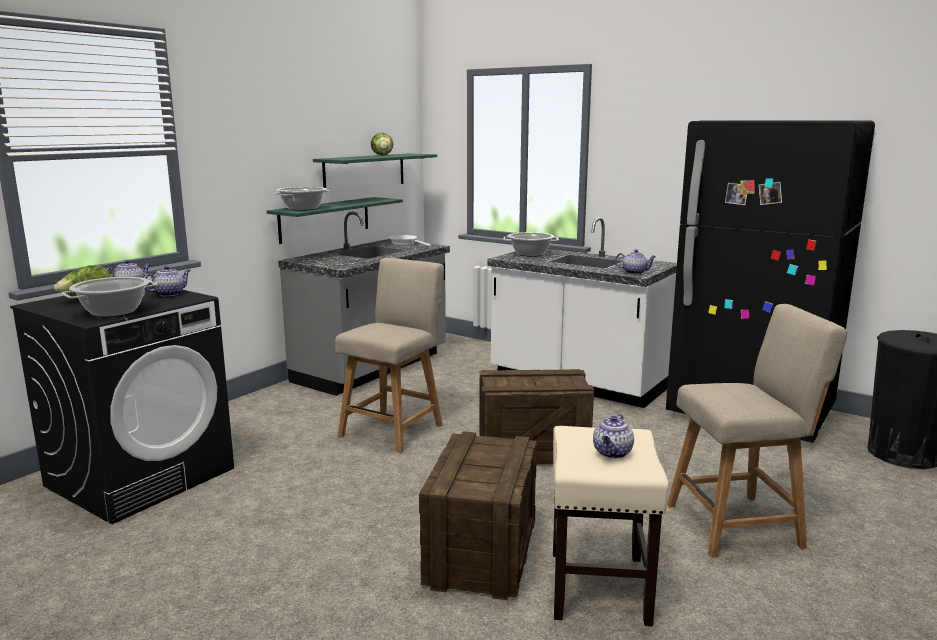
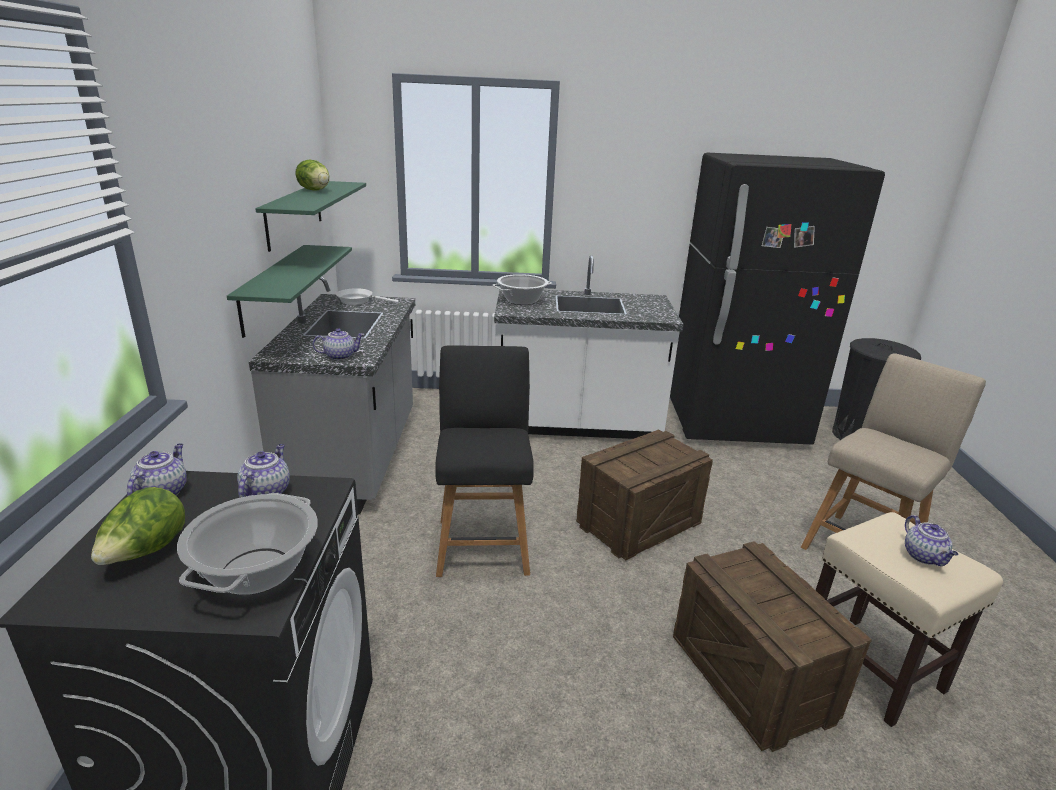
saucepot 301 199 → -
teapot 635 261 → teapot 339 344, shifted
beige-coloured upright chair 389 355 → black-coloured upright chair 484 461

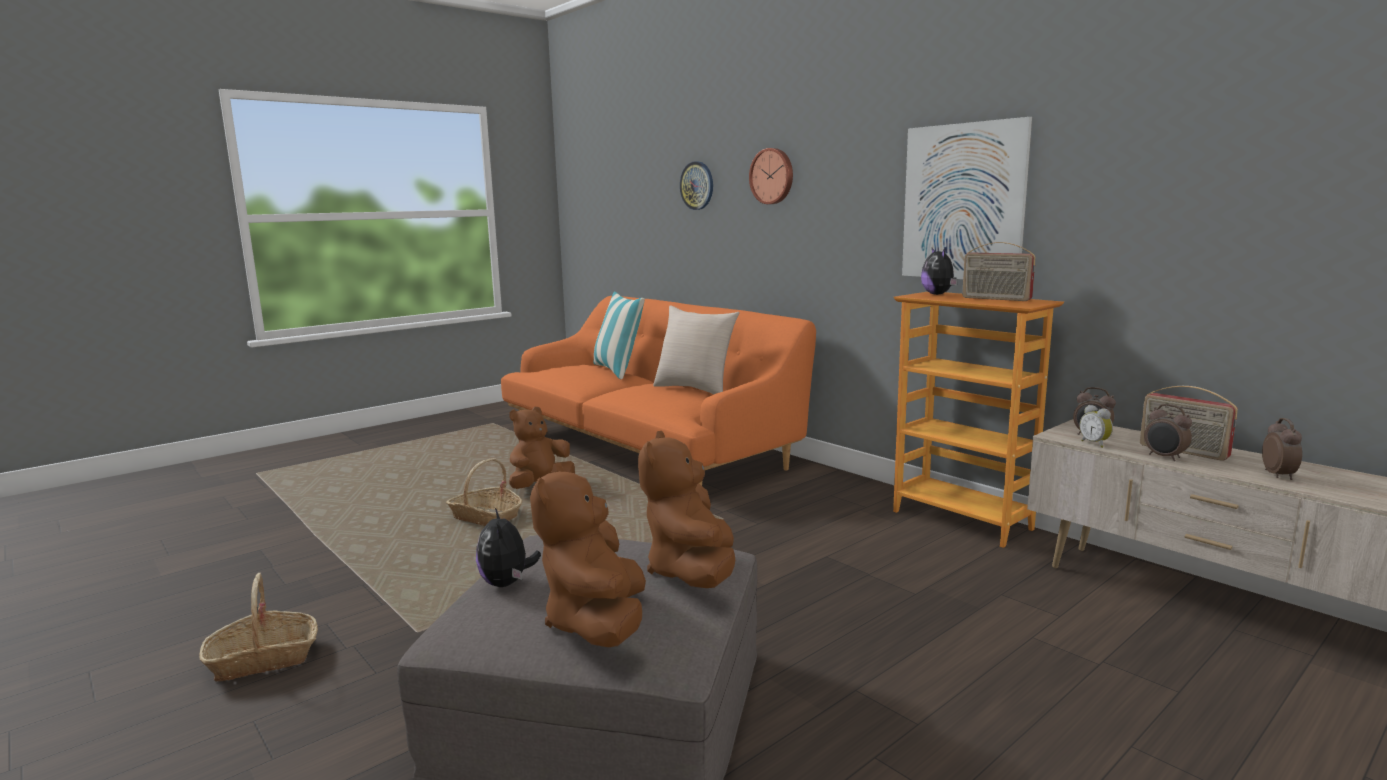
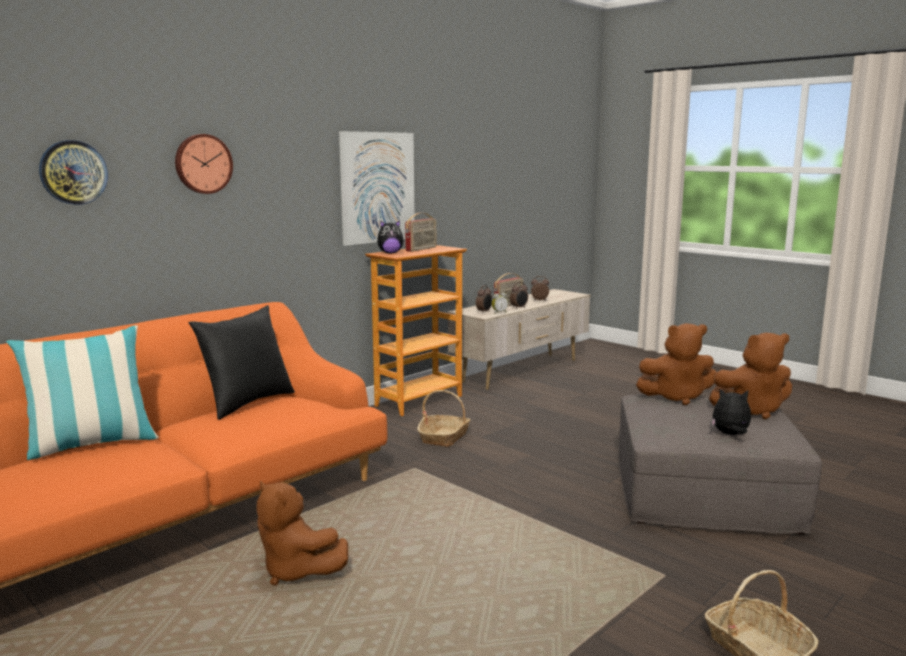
storage basket 484 492 → storage basket 443 418, shifted
beige-coloured pillow 696 350 → black-coloured pillow 242 362
cuddly toy 508 547 → cuddly toy 731 412, 150 degrees counterclockwise

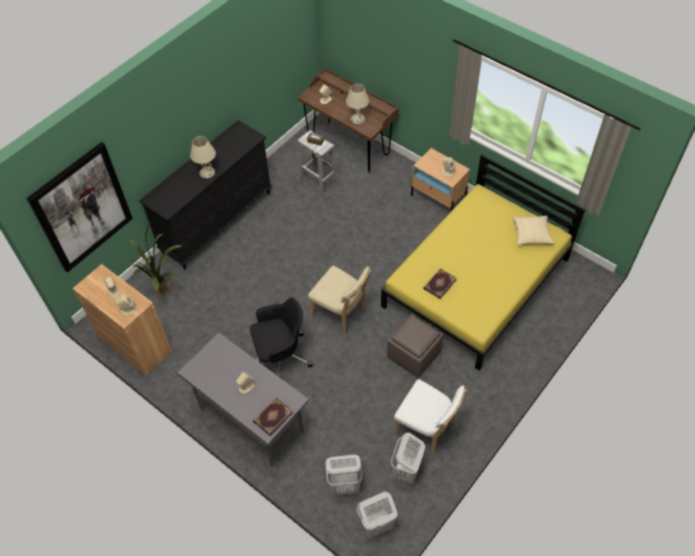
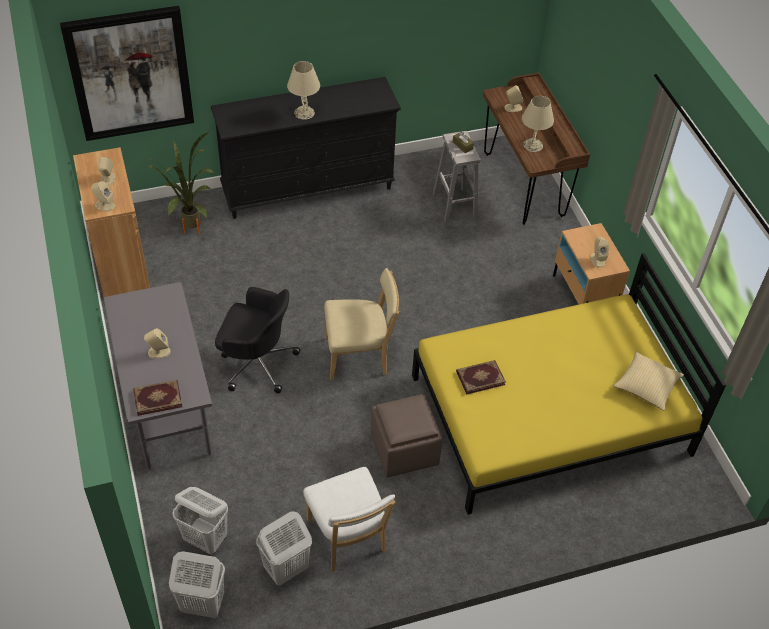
beige-coloured upright chair 339 300 → beige-coloured upright chair 361 324, 75 degrees counterclockwise

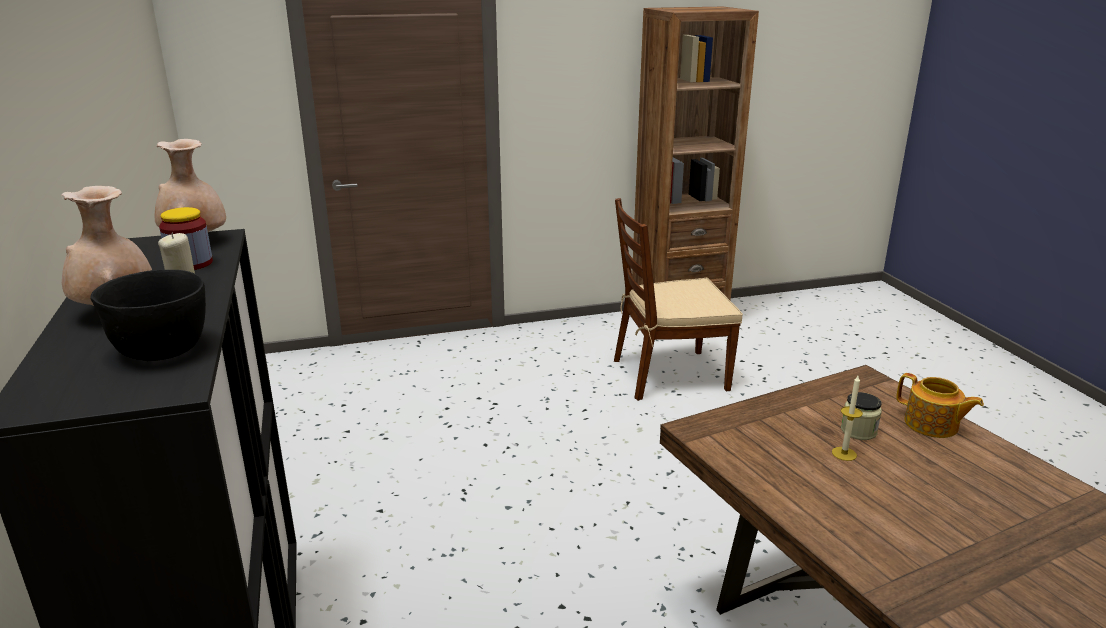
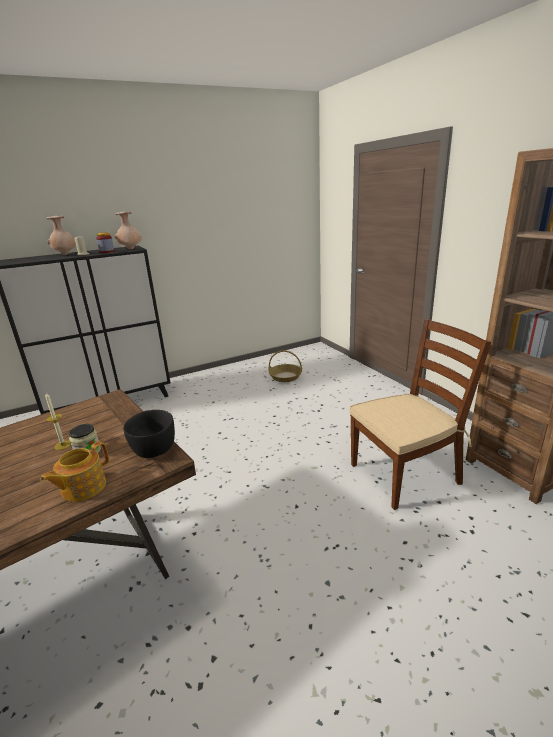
- → storage basket 285 366
black-coloured bowl 148 315 → black-coloured bowl 149 434, shifted
brown upright chair 678 299 → brown upright chair 420 414, 90 degrees clockwise

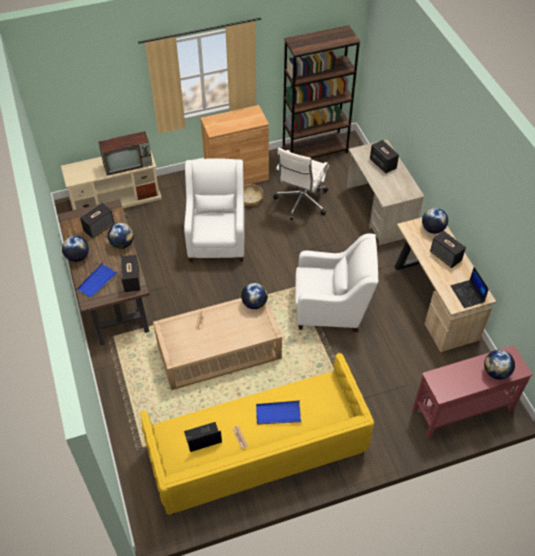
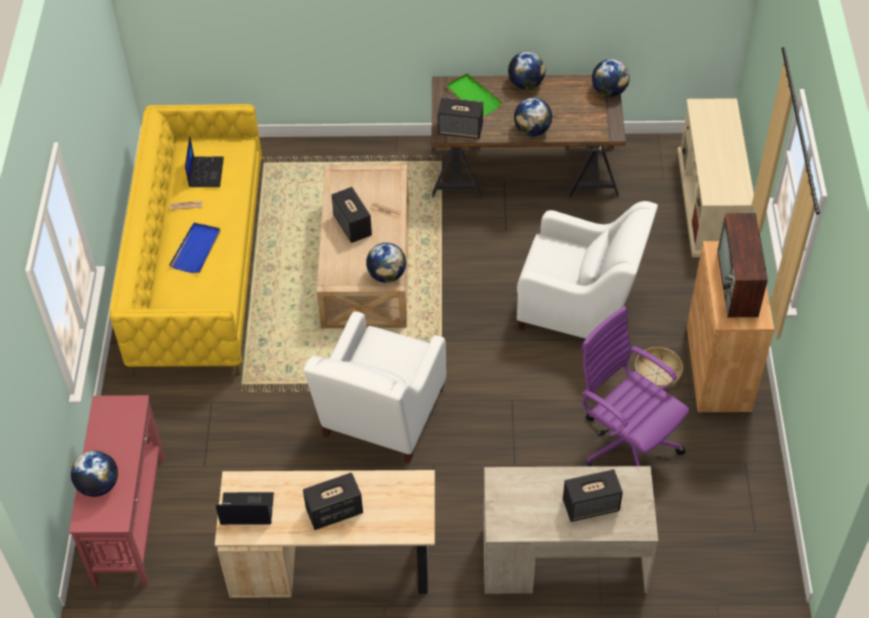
brown bookshelf 321 91 → -
audio speaker 97 220 → audio speaker 352 215, shifted
television 125 153 → television 742 265, shifted
world globe 435 221 → world globe 610 78, shifted
blue-coloured carrying tray 97 280 → green carrying tray 474 94
white-coloured desk chair 301 184 → purple-coloured desk chair 635 386

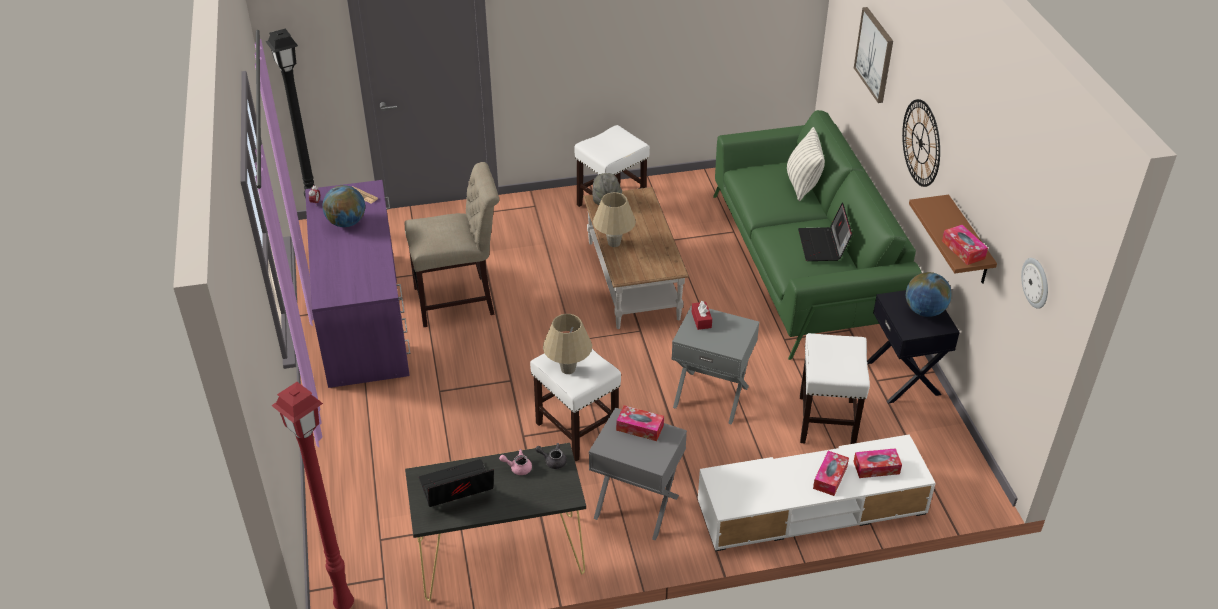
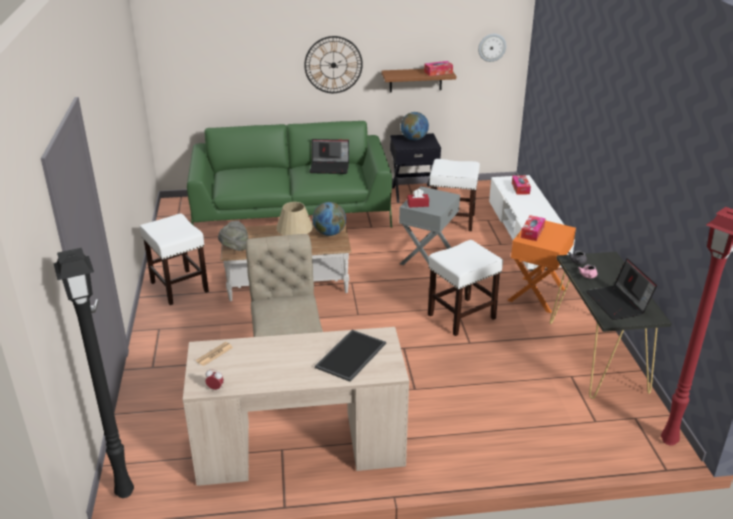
beige-coloured lamp for a table 567 344 → -
pillow 806 164 → -
box of tissues 831 473 → -
wall picture 873 55 → -
- → carrying tray 350 356
world globe 343 206 → world globe 329 219, shifted
purple-coloured desk unit 357 284 → beige-coloured desk unit 296 406
greyish side table 638 474 → orange side table 541 266

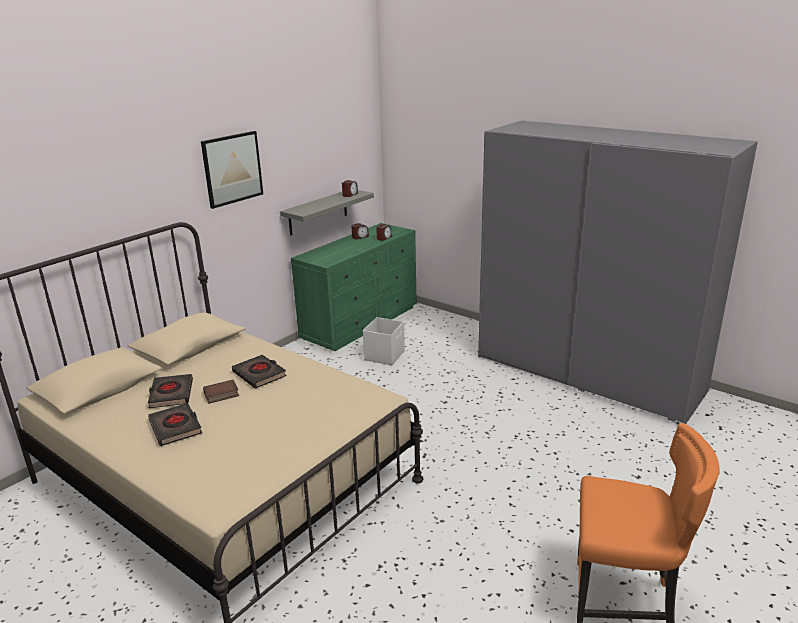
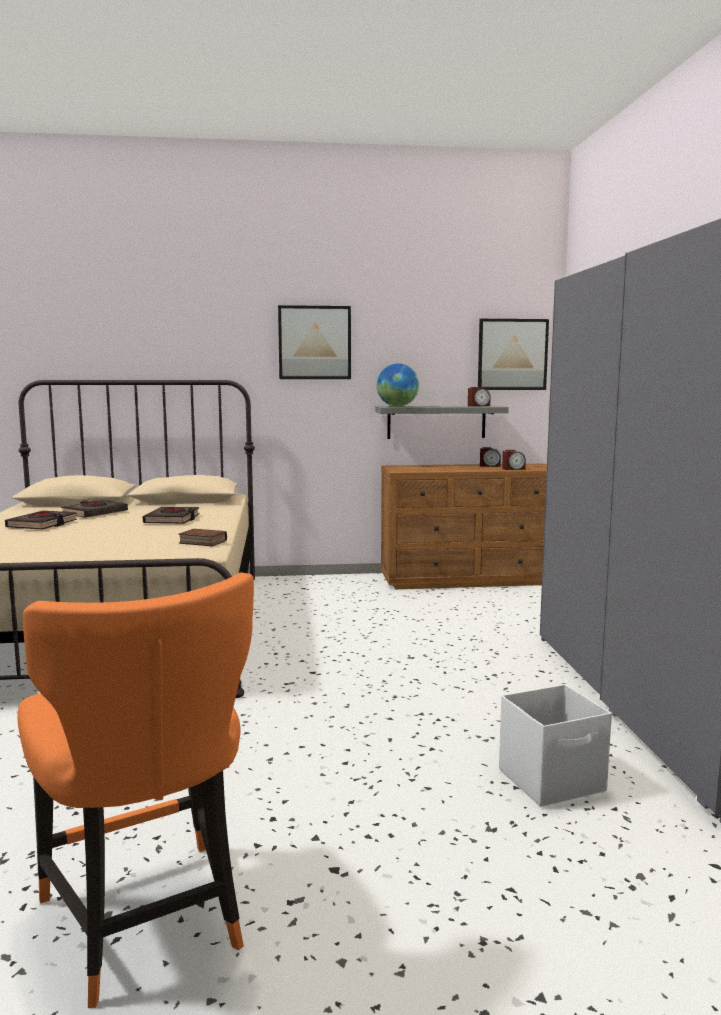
- → world globe 398 385
- → wall picture 513 354
volume 221 392 → volume 202 537, shifted
white-coloured storage bin 384 341 → white-coloured storage bin 555 745, shifted
green dresser 354 287 → brown dresser 464 526

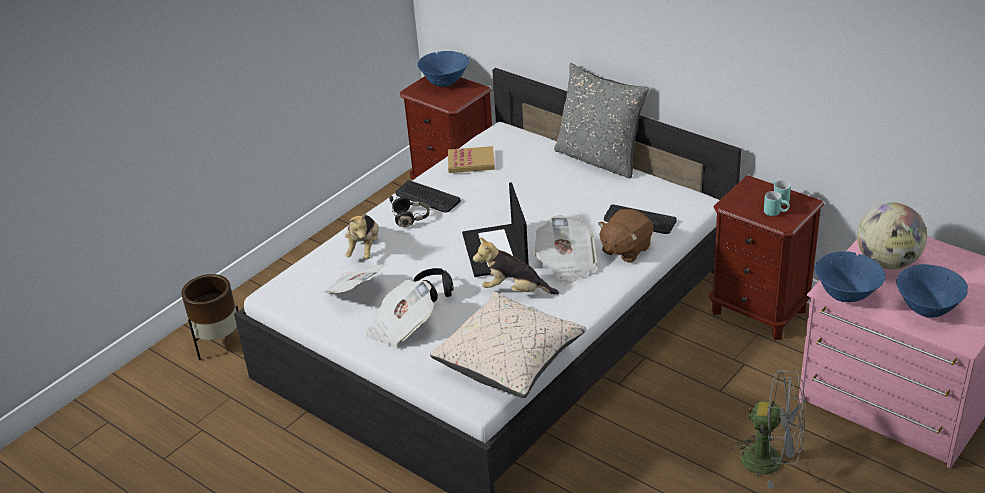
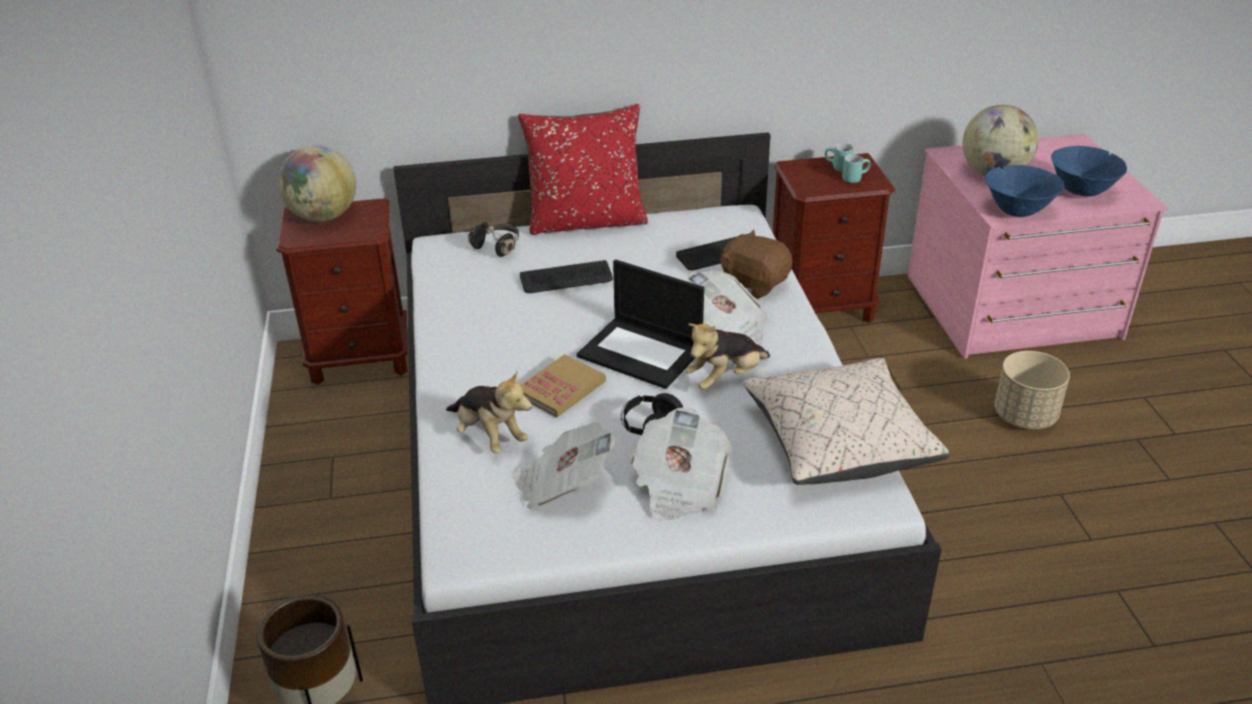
black-coloured headphones 409 211 → black-coloured headphones 493 239, shifted
computer keyboard 428 196 → computer keyboard 566 276, shifted
volume 471 159 → volume 563 386, shifted
blue-coloured bowl 443 69 → world globe 317 183
greyish cooling fan 768 428 → beige-coloured plant pot 1032 390
greyish pillow 601 121 → red-coloured pillow 583 169
brown cuddly toy 625 236 → brown cuddly toy 756 264, 135 degrees clockwise

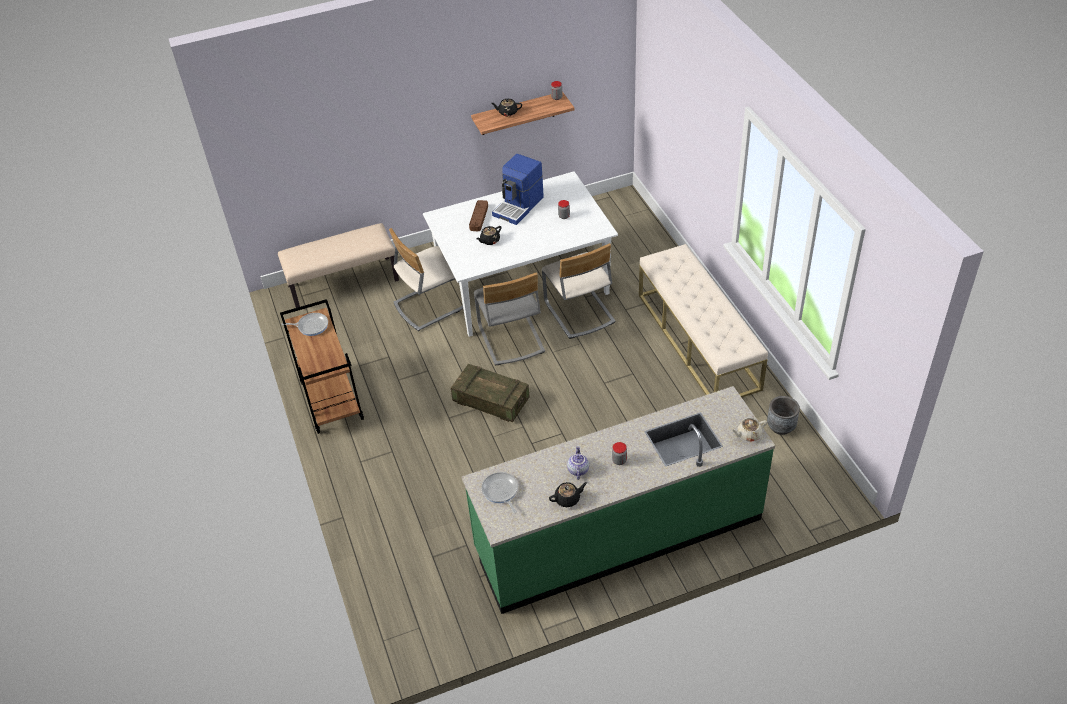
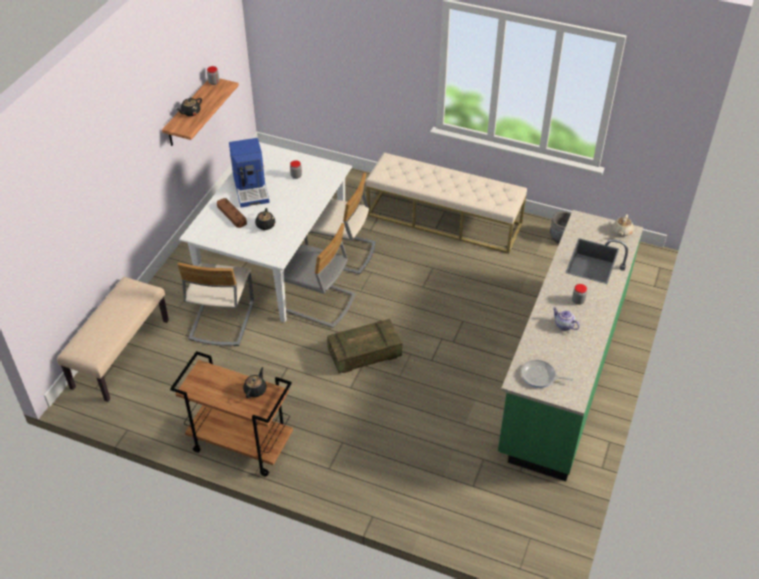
skillet 305 324 → -
black-coloured teapot 568 494 → black-coloured teapot 255 382, shifted

